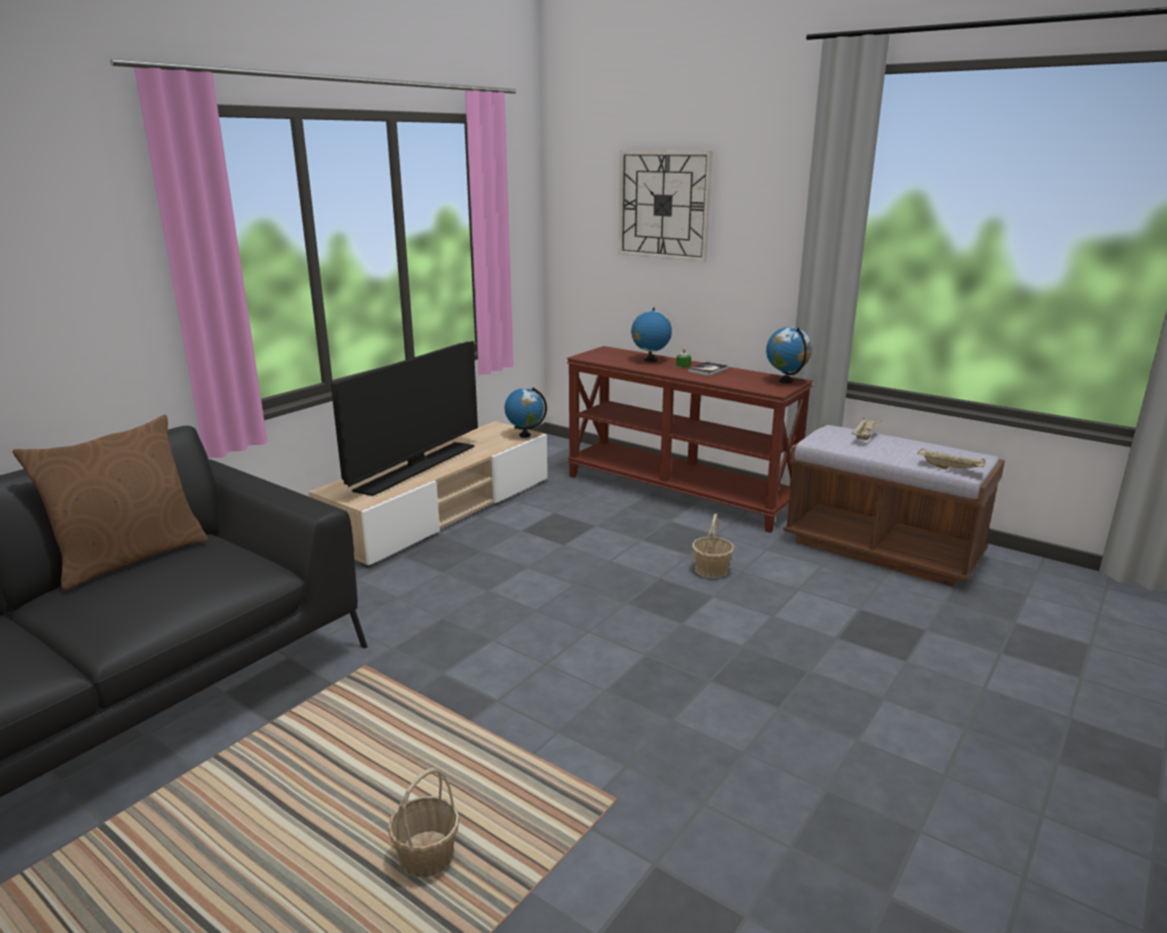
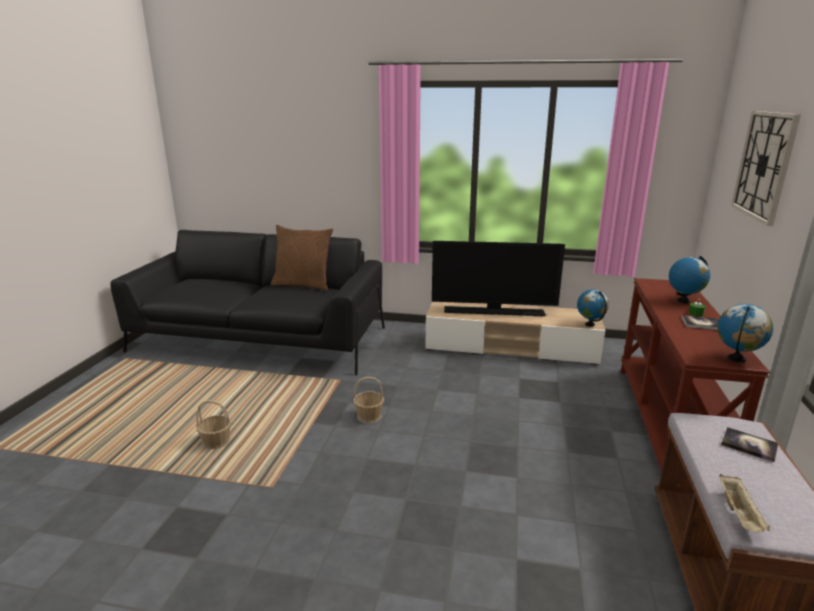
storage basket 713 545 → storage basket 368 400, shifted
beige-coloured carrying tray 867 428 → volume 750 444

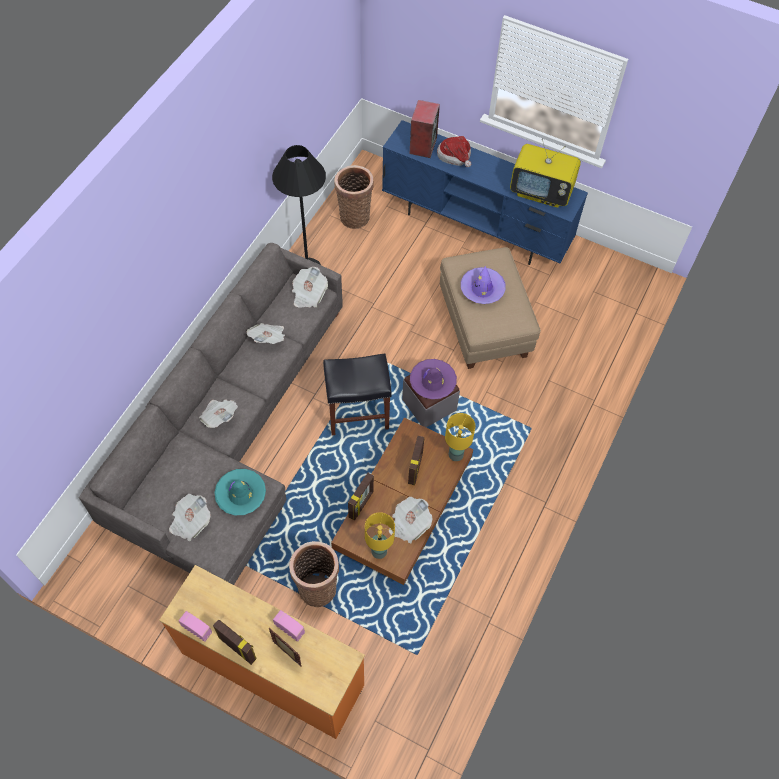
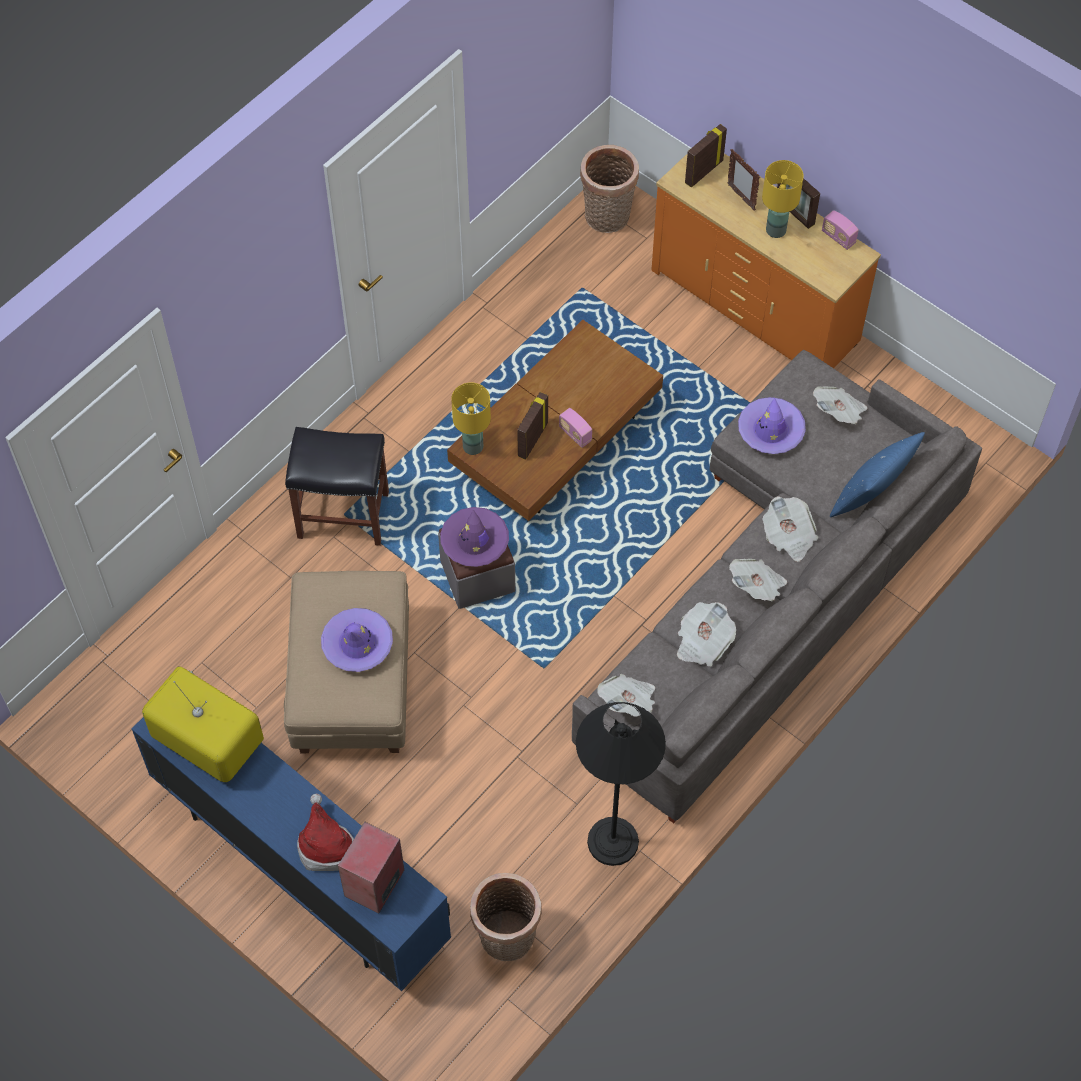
- → blue-coloured pillow 877 474
radio 289 626 → radio 575 428, shifted
storage basket 314 574 → storage basket 609 189, shifted
black-coloured stool 357 394 → black-coloured stool 337 486, shifted
picture frame 361 496 → picture frame 706 156, shifted
yellowish lamp for a table 380 535 → yellowish lamp for a table 783 199, shifted
daily paper 410 520 → daily paper 758 580, shifted
turquoise-coloured wearable hat 240 492 → purple-coloured wearable hat 772 425

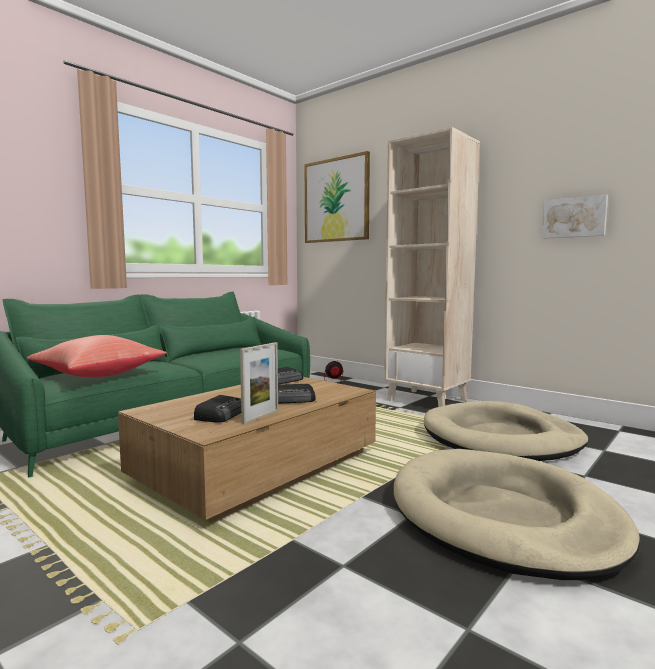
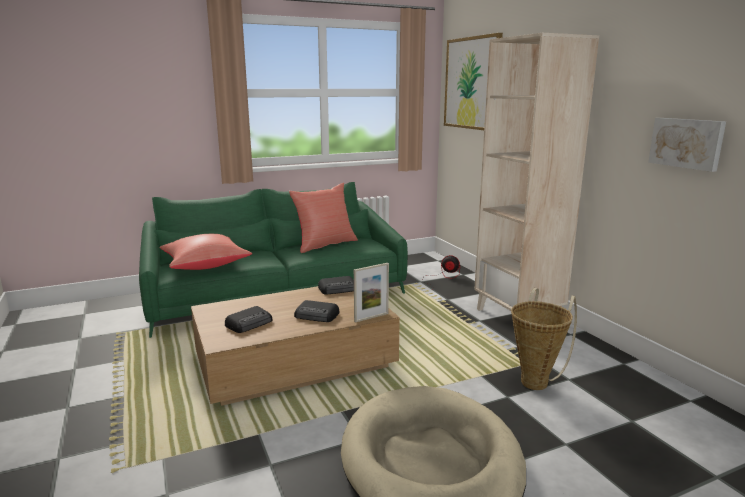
- → red-coloured pillow 323 218
picture frame 259 383 → picture frame 371 293, shifted
beige-coloured dog bed 506 431 → storage basket 544 339

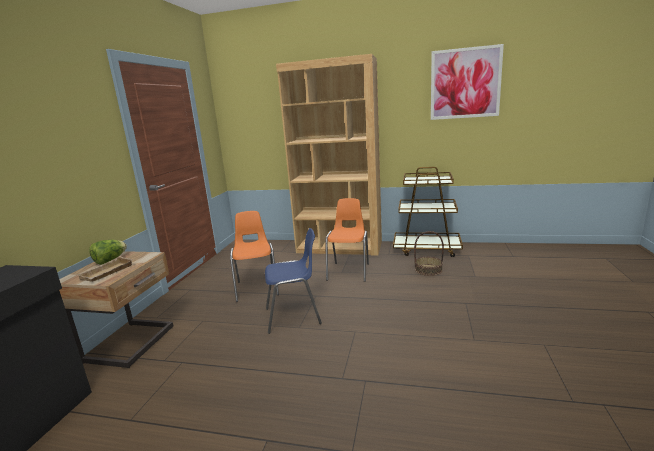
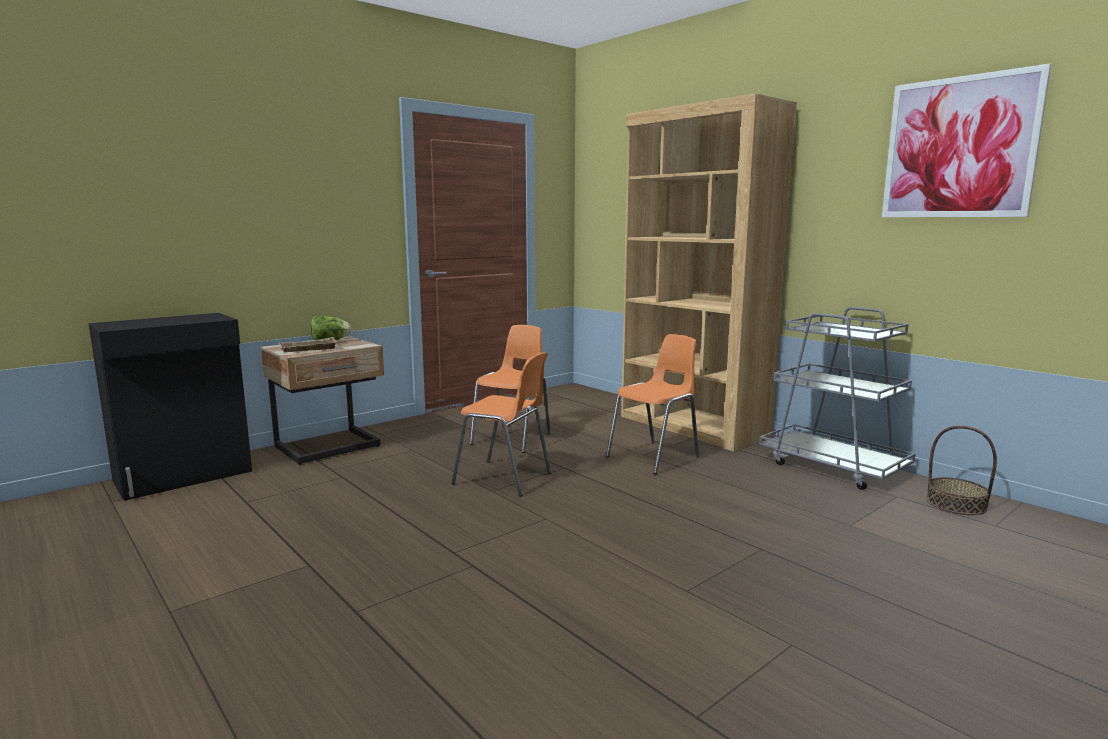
storage basket 429 253 → storage basket 962 470, shifted
blue-coloured upright chair 293 281 → orange upright chair 501 424
brown wheeled cart 428 212 → greyish wheeled cart 837 398

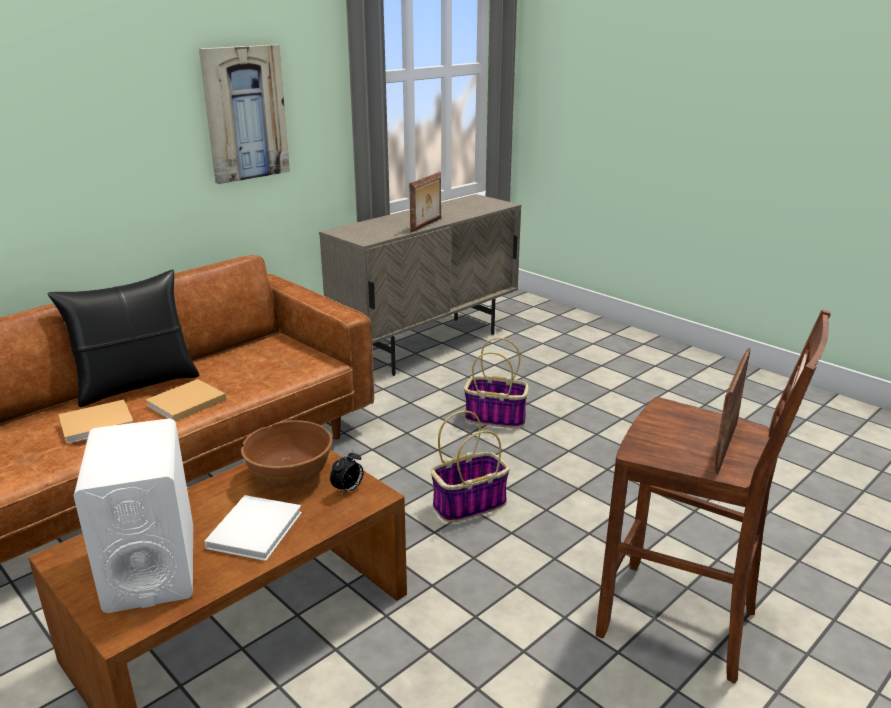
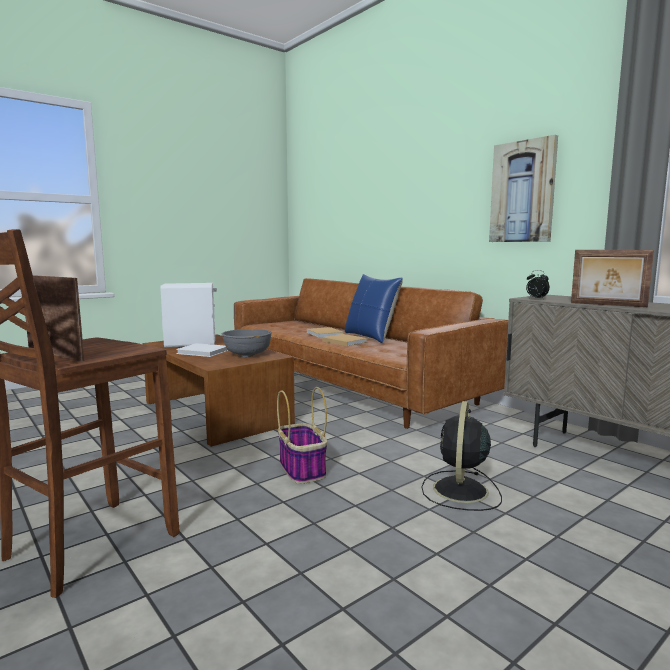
table clock 347 473 → table clock 538 284, shifted
storage basket 496 383 → black-coloured cooling fan 461 456
black-coloured pillow 123 338 → blue-coloured pillow 374 308
brown bowl 286 453 → greyish bowl 247 343

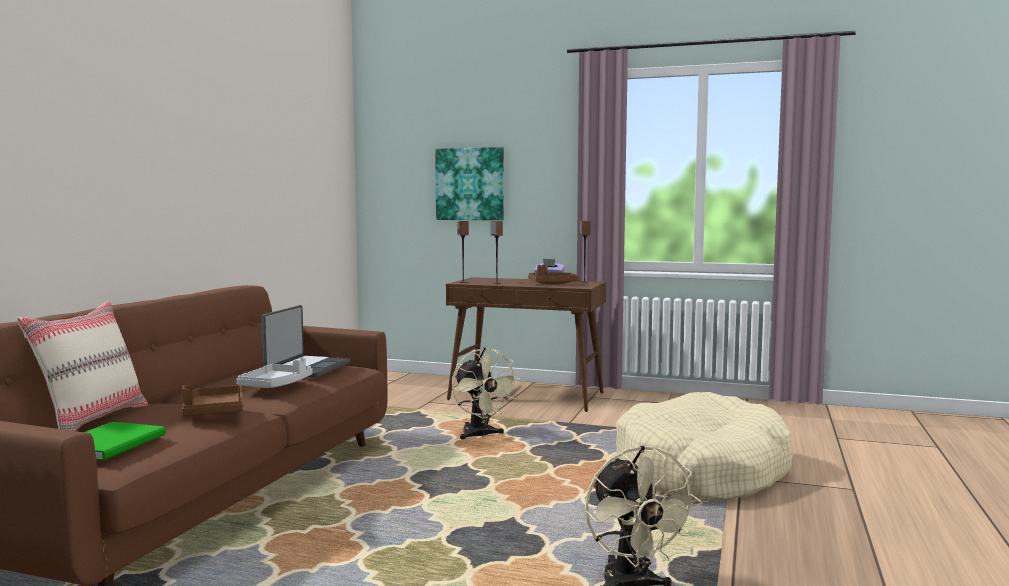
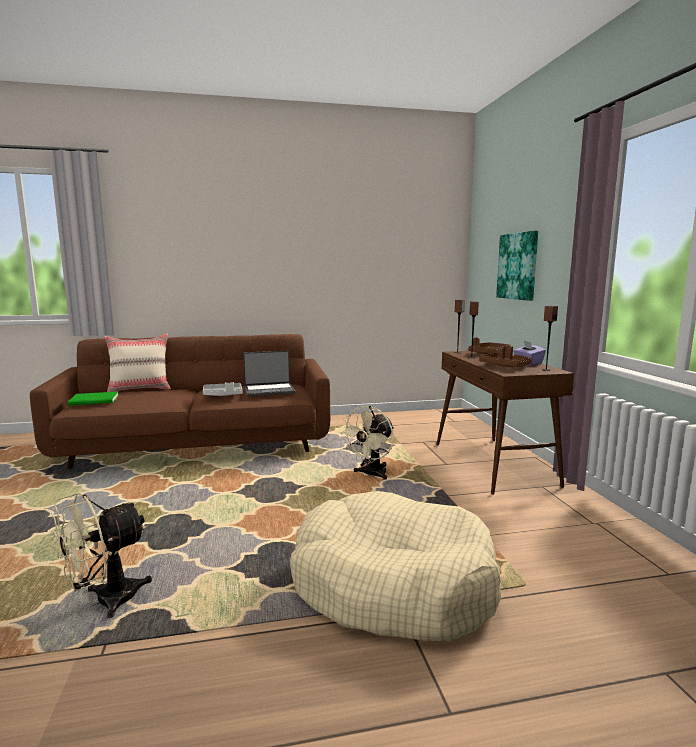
brown carrying tray 212 400 → brown carrying tray 489 346, shifted

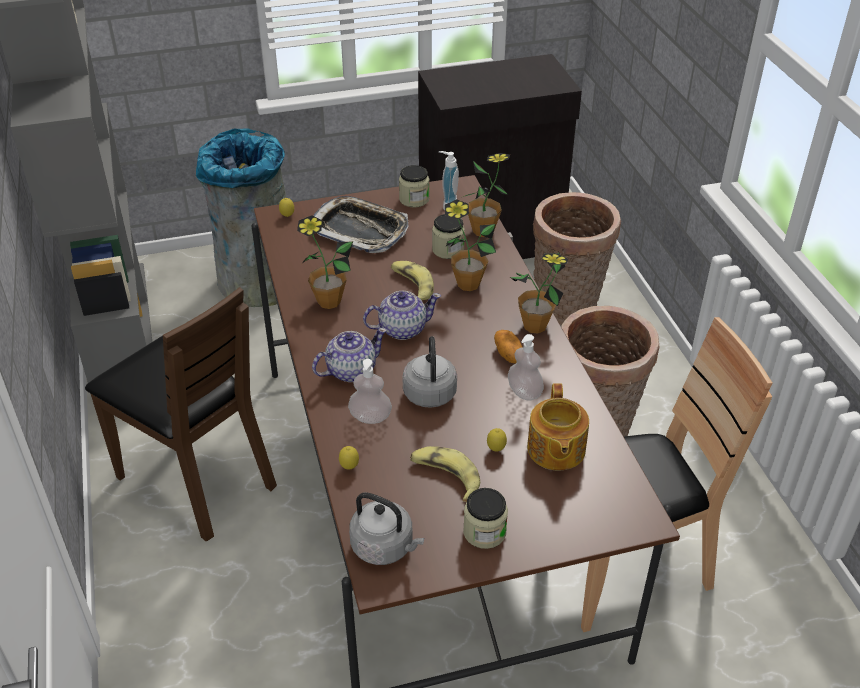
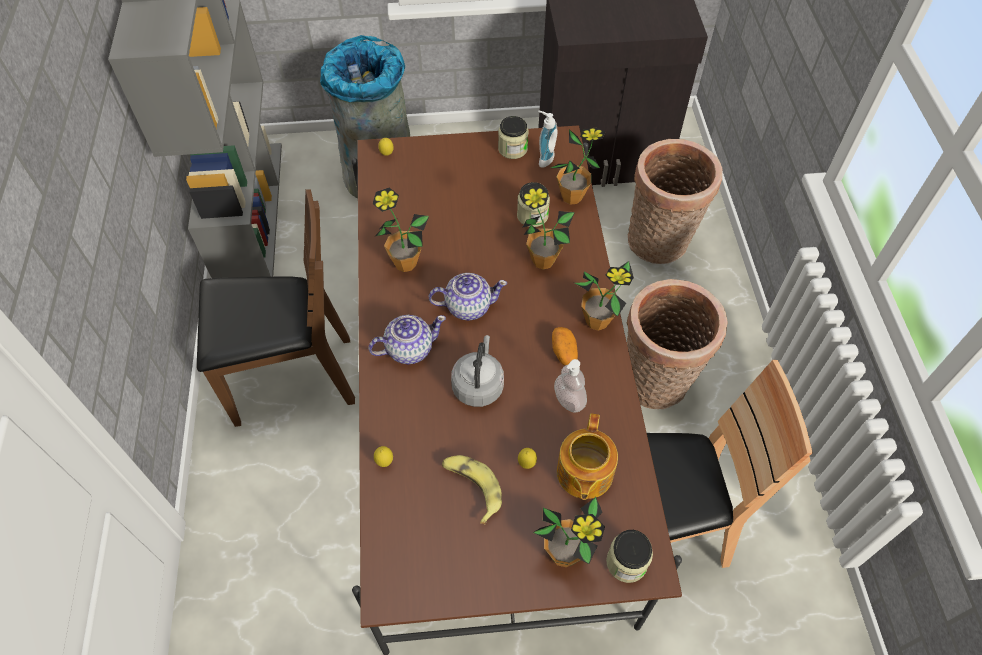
carrying tray 361 224 → -
soap bottle 370 391 → -
greyish tea kettle 386 528 → -
whole banana 412 280 → -
- → houseplant 569 532
storage jar 485 518 → storage jar 629 556, shifted
brown upright chair 181 414 → brown upright chair 276 308, 60 degrees counterclockwise

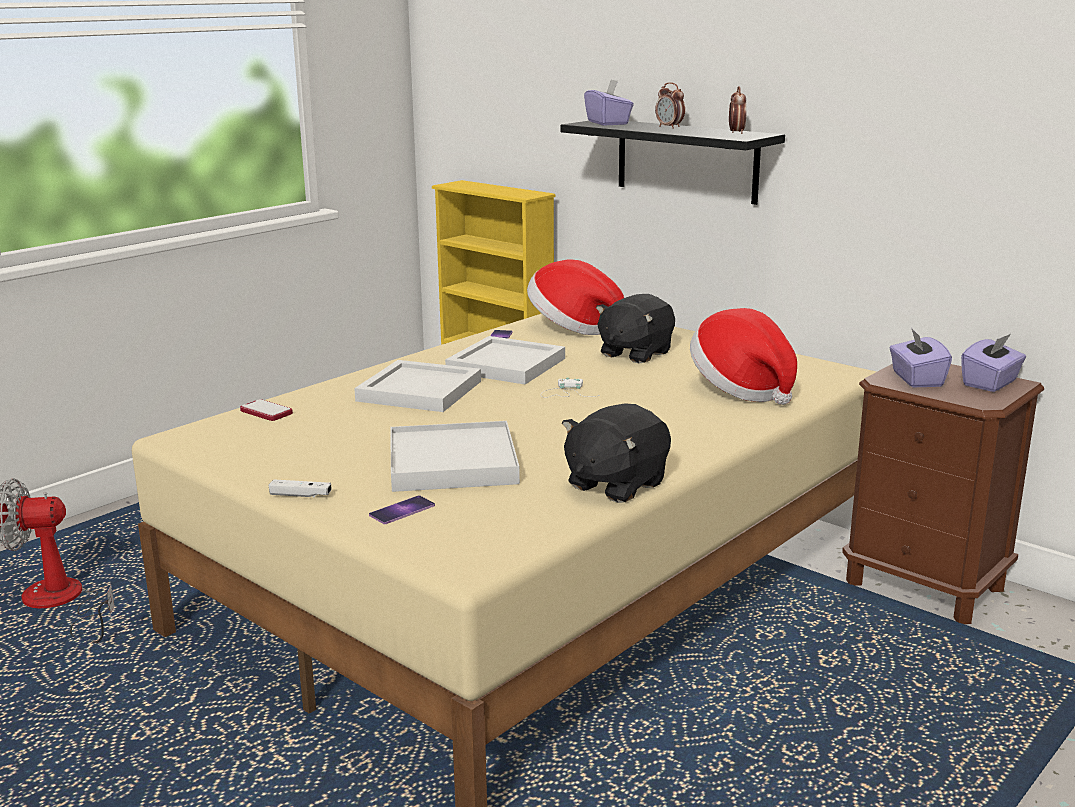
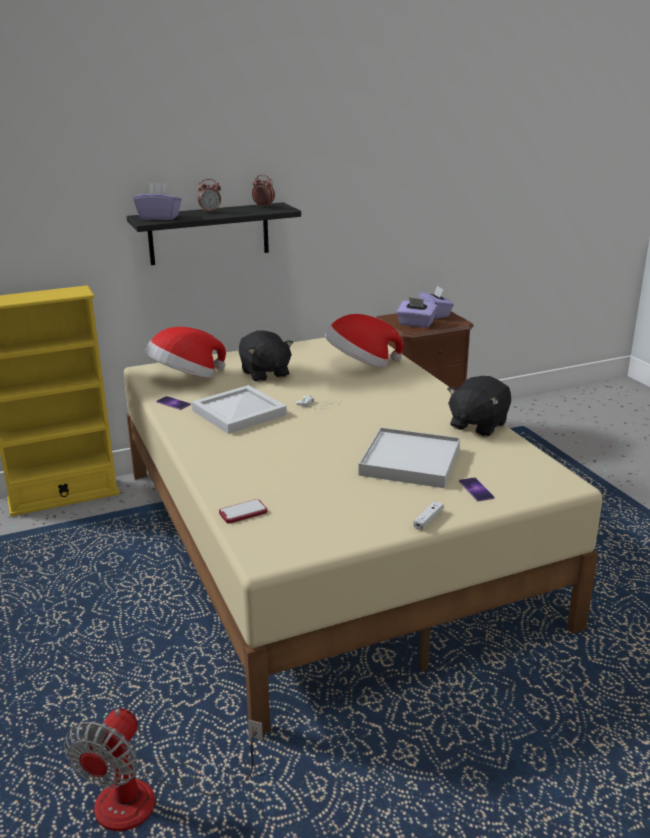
white-coloured carrying tray 417 386 → -
black-coloured cuddly toy 616 453 → black-coloured cuddly toy 479 406, 60 degrees clockwise

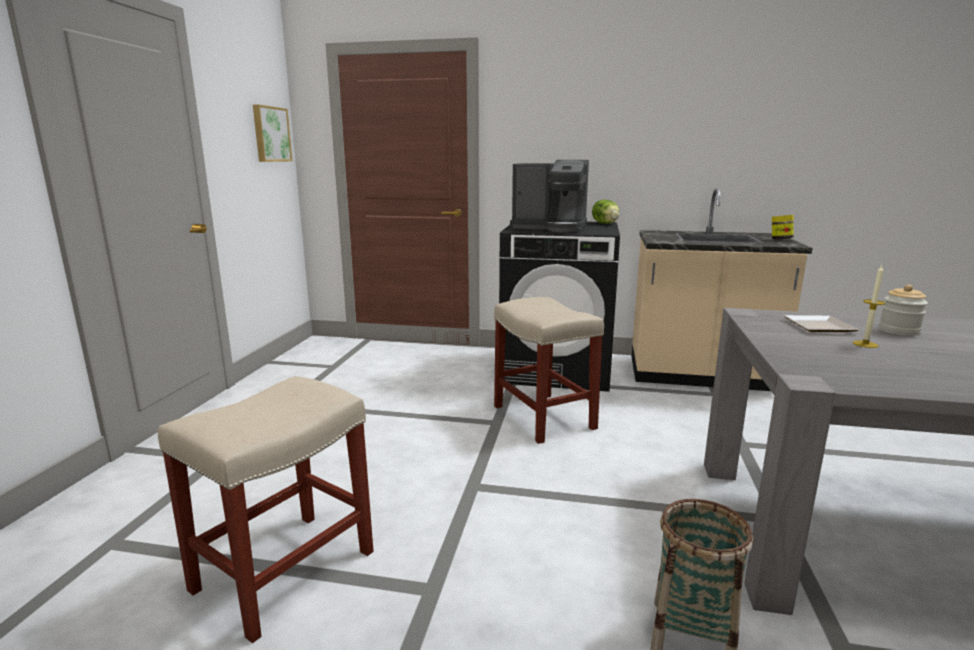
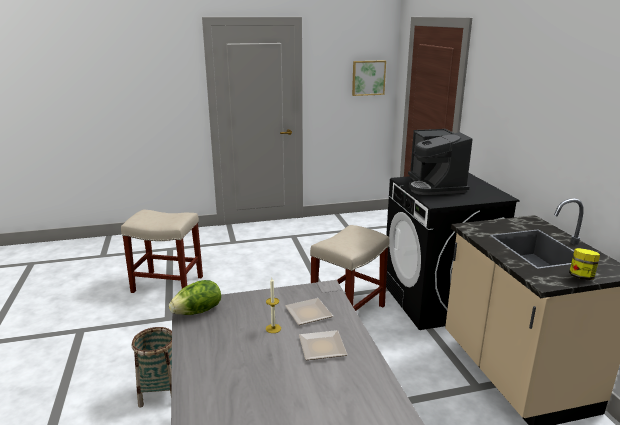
head of lettuce 605 212 → head of lettuce 195 297, shifted
storage jar 903 310 → flat dish 323 345

